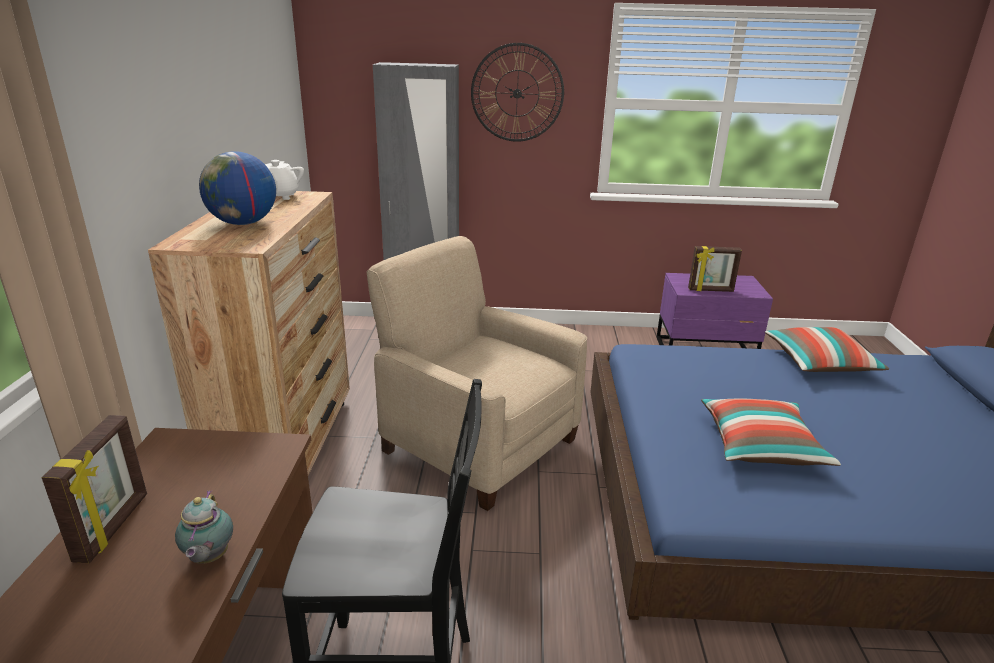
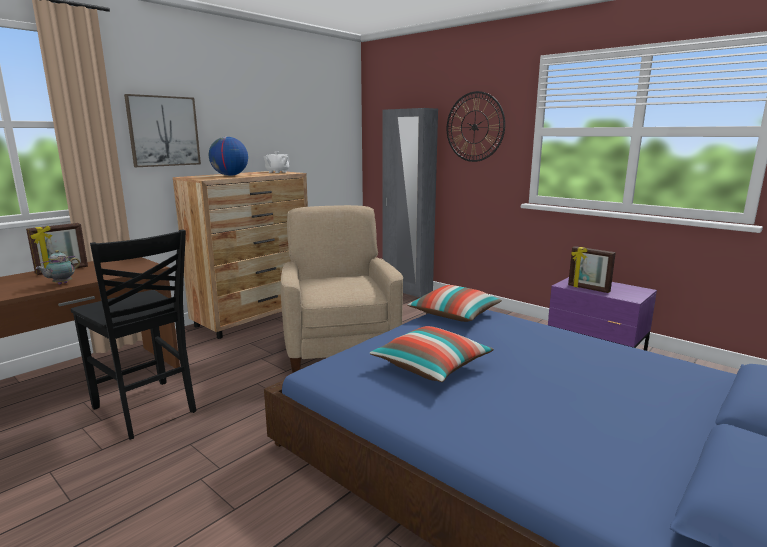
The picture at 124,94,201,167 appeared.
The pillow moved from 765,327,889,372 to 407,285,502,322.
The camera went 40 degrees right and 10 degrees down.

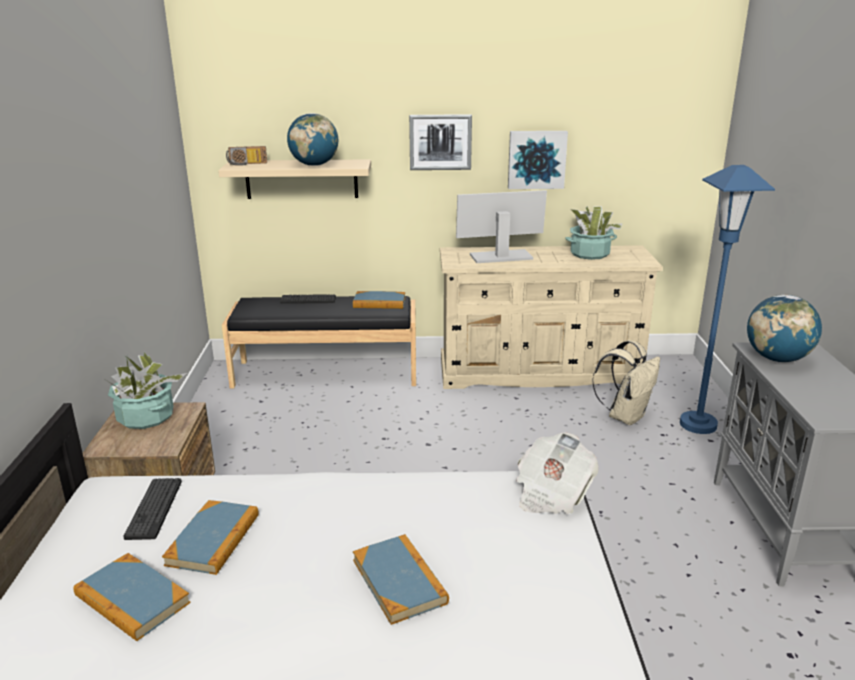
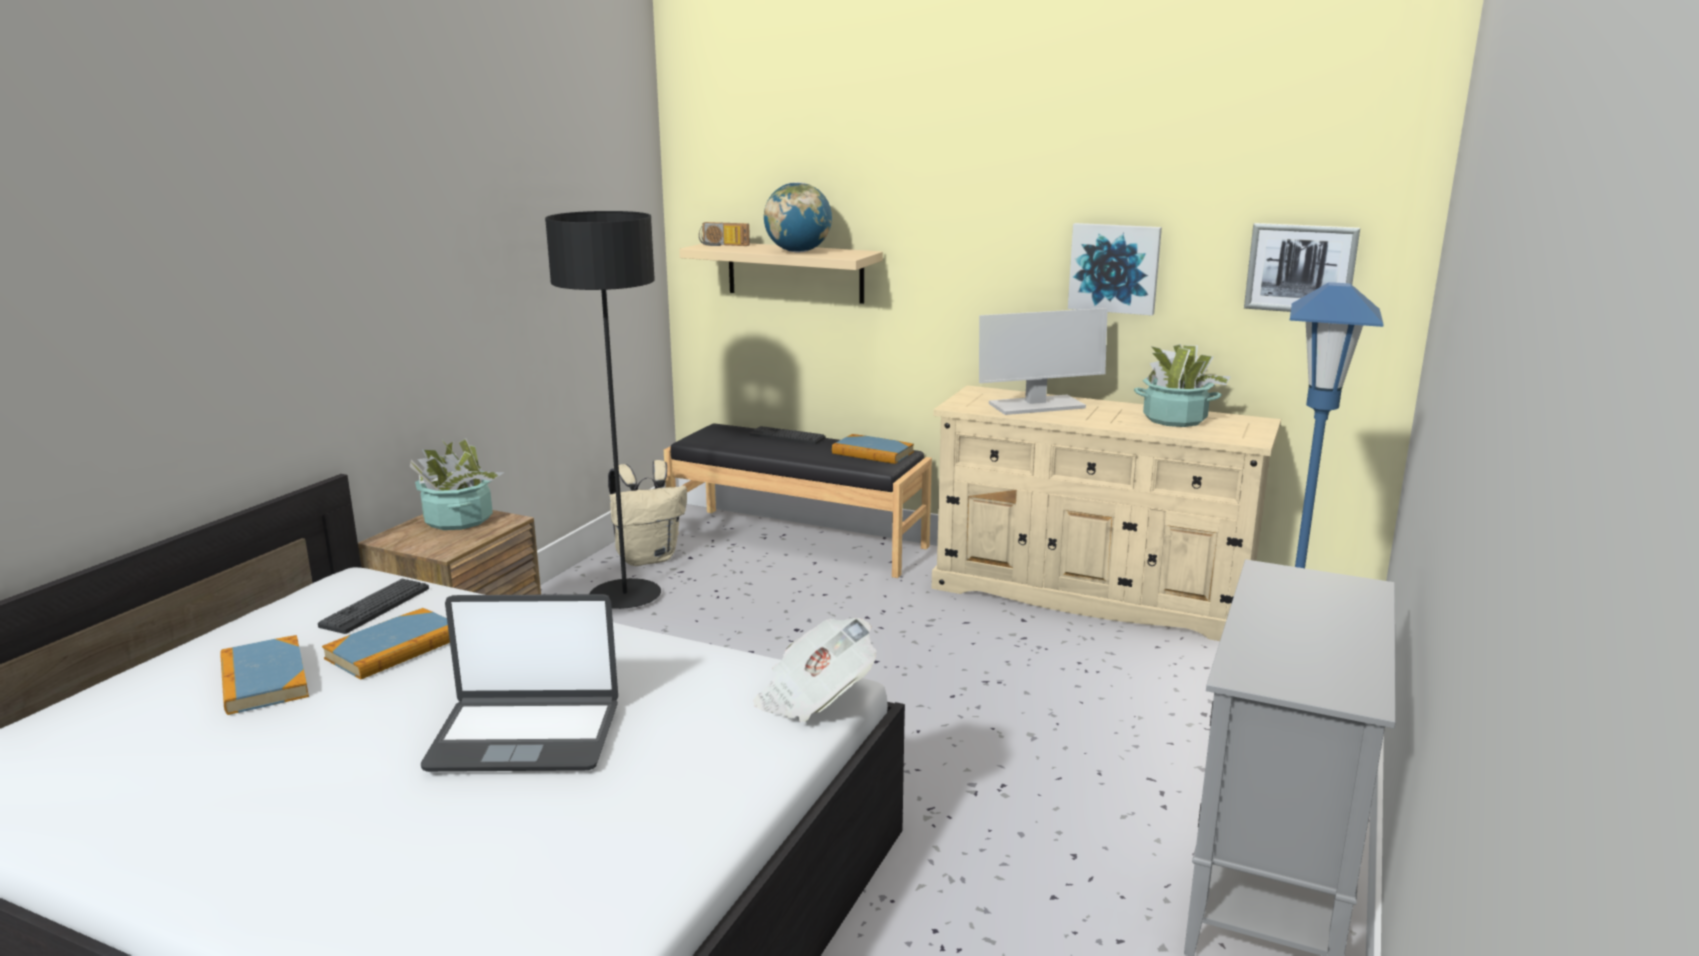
The globe at 747,295,822,362 disappeared.
The black floor lamp at 545,211,661,609 appeared.
The picture moved from 409,114,472,170 to 1244,223,1360,312.
The beige backpack moved from 592,340,660,425 to 608,460,687,566.
The book at 353,534,449,625 was replaced by the laptop at 421,594,618,772.
The monitor at 456,190,547,263 turned 150 degrees clockwise.
The camera went 25 degrees right and 5 degrees down.

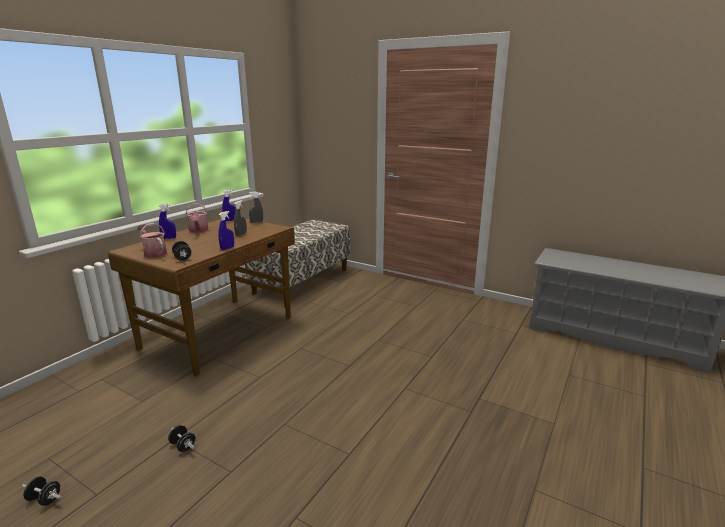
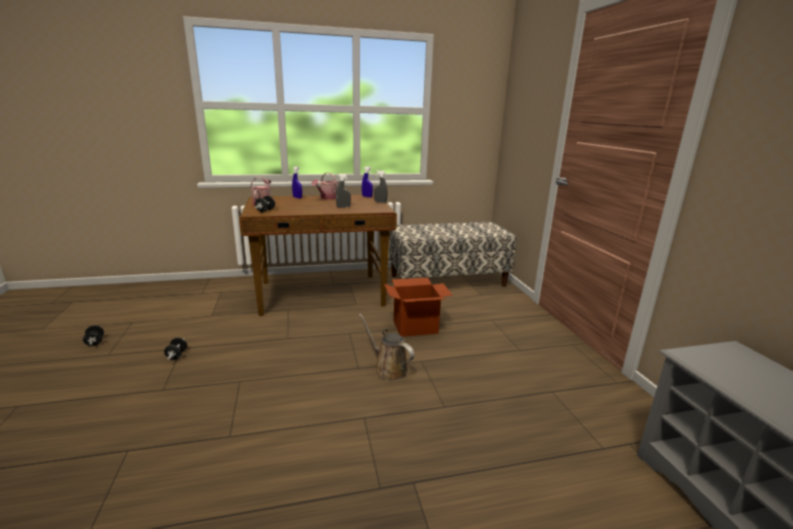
The blue spray bottle at 218,211,234,250 disappeared.
The brown watering can at 359,313,414,381 appeared.
The cardboard box at 384,277,452,337 appeared.
The camera went 45 degrees right and 0 degrees up.

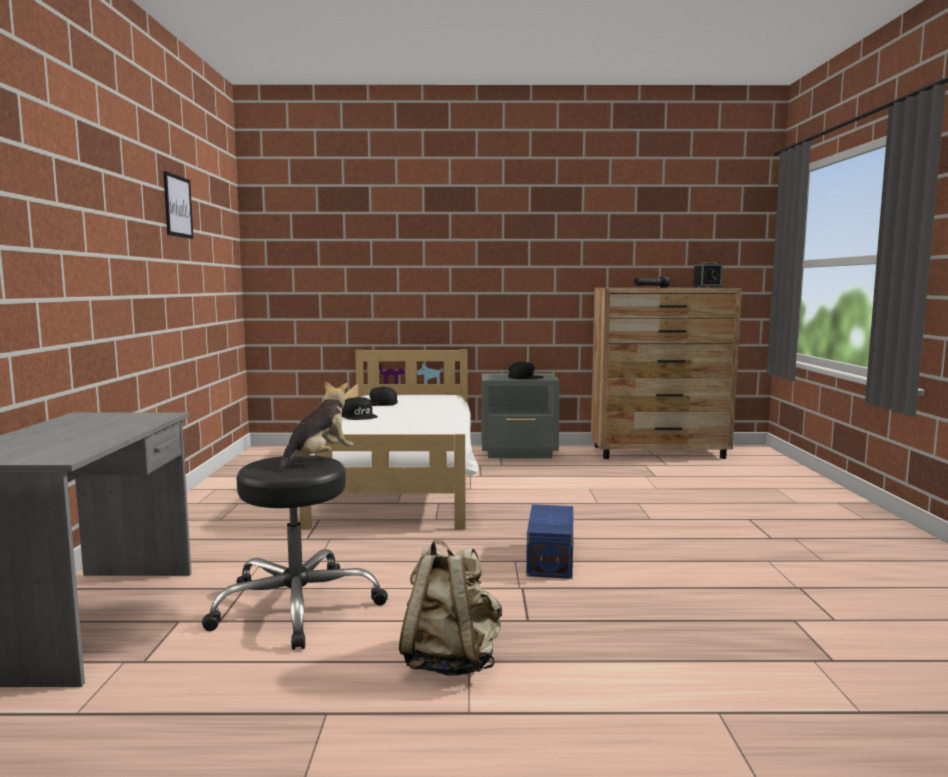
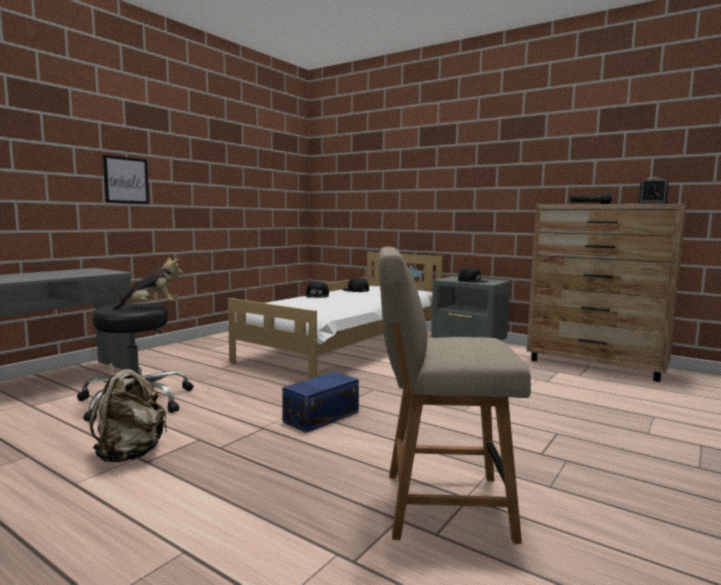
The beige chair at 379,247,531,544 appeared.
The picture moved from 163,171,193,239 to 103,155,149,204.
The camera went 35 degrees right and 0 degrees up.

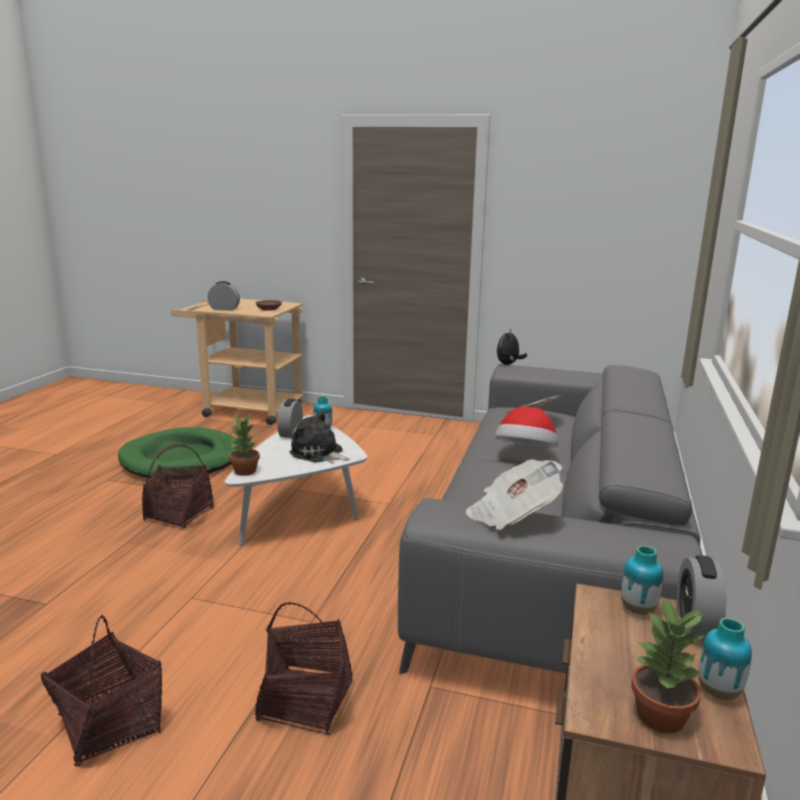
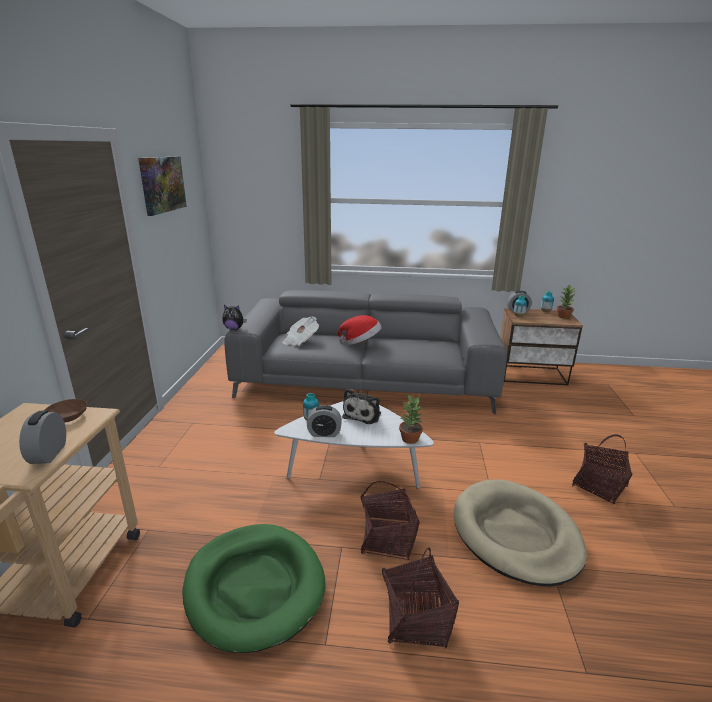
The newspaper at 466,459,563,530 disappeared.
The picture at 138,156,187,216 appeared.
The beige dog bed at 453,480,587,586 appeared.
The basket moved from 255,602,353,735 to 382,547,459,648.
The camera went 100 degrees left and 5 degrees up.

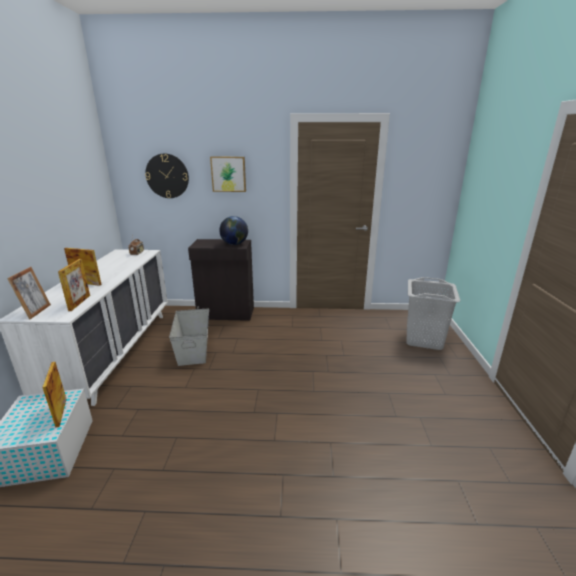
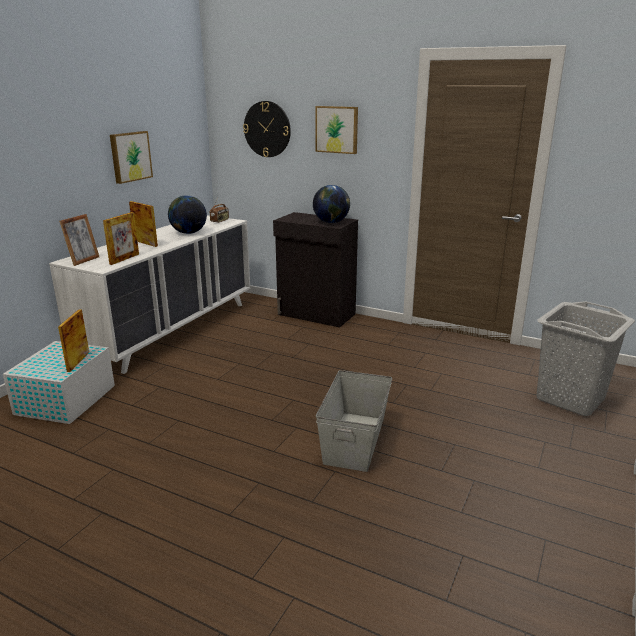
The picture at 110,131,153,184 appeared.
The globe at 168,195,207,234 appeared.
The grey storage box moved from 169,308,209,366 to 316,370,392,472.
The camera went 25 degrees right and 0 degrees up.

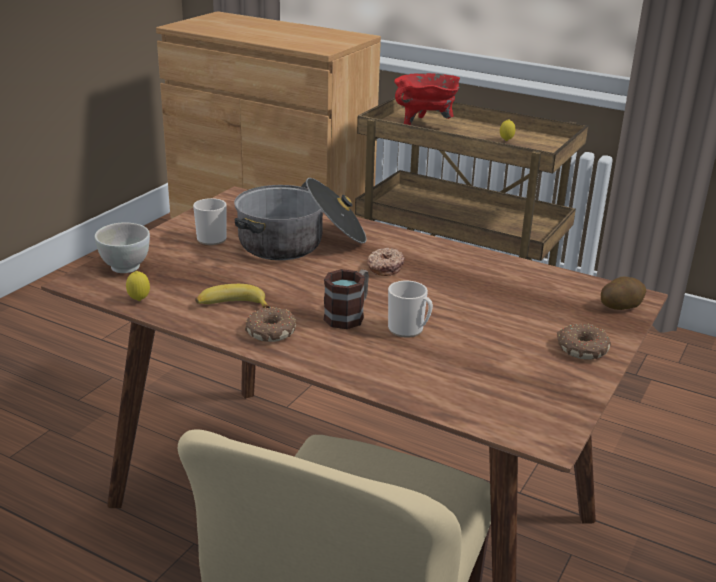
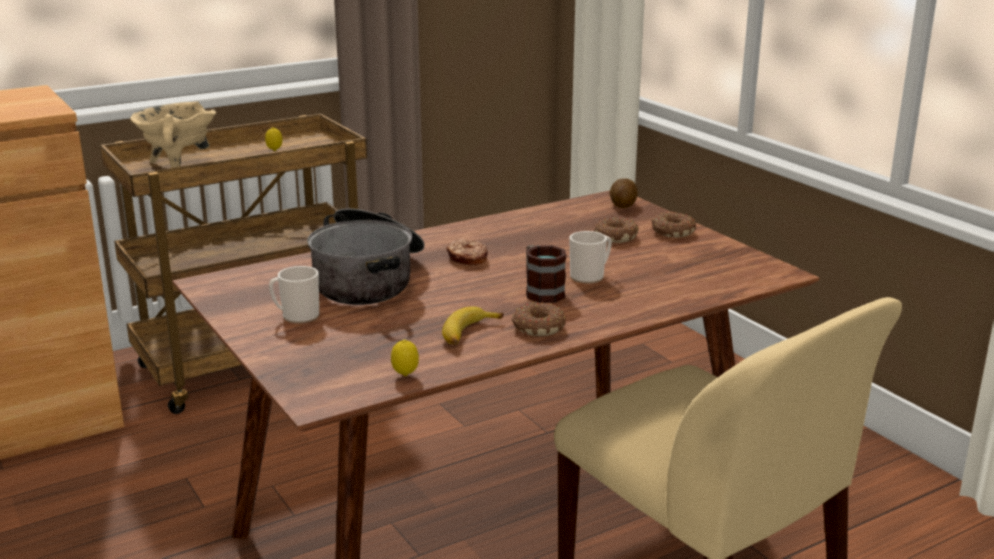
The white bowl at 95,222,150,273 disappeared.
The donut at 594,218,639,243 appeared.
The red cooking pot at 394,73,460,125 became the beige cooking pot at 130,102,216,168.
The camera went 60 degrees left and 5 degrees down.

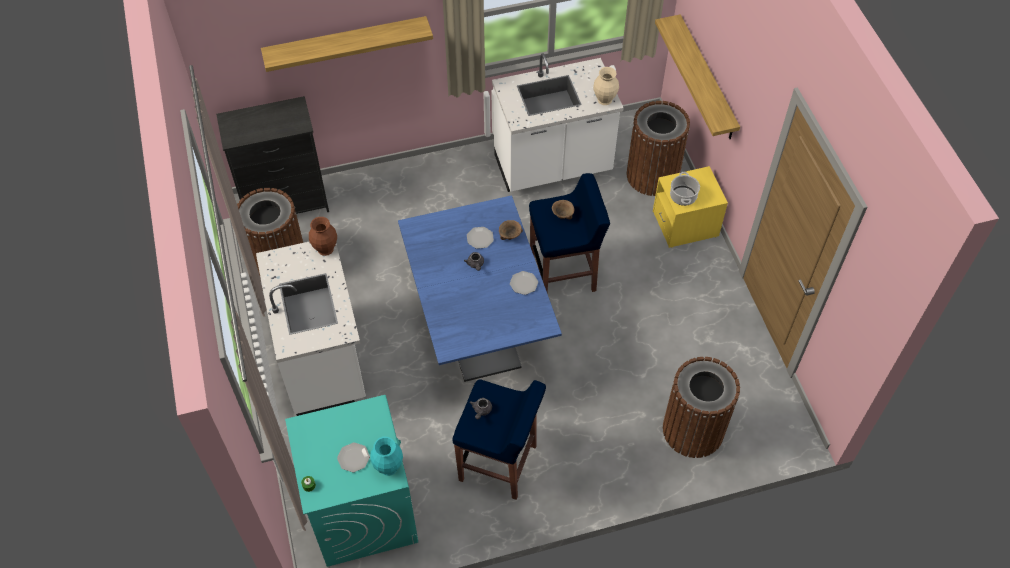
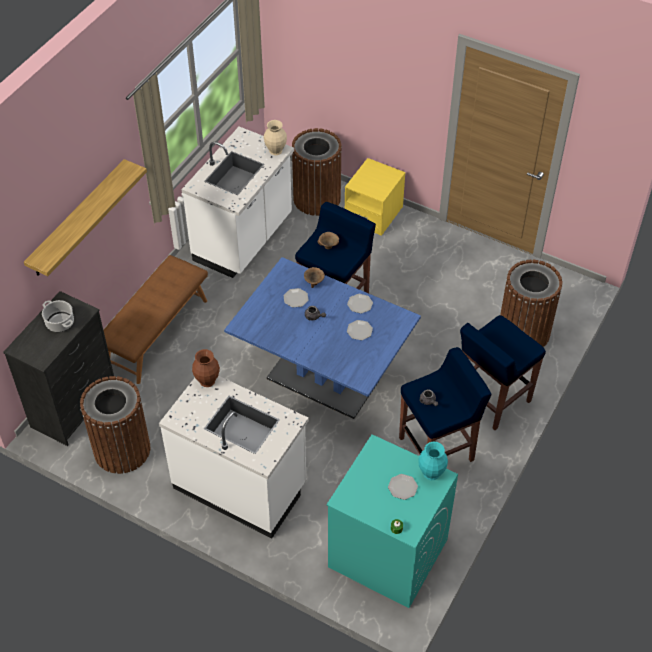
The shelf at 655,14,740,139 disappeared.
The brown bench at 103,255,208,384 appeared.
The plate at 347,320,373,340 appeared.
The blue stool at 460,315,546,430 appeared.
The cooking pot moved from 670,172,700,206 to 42,300,74,332.
The camera went 45 degrees left and 5 degrees down.

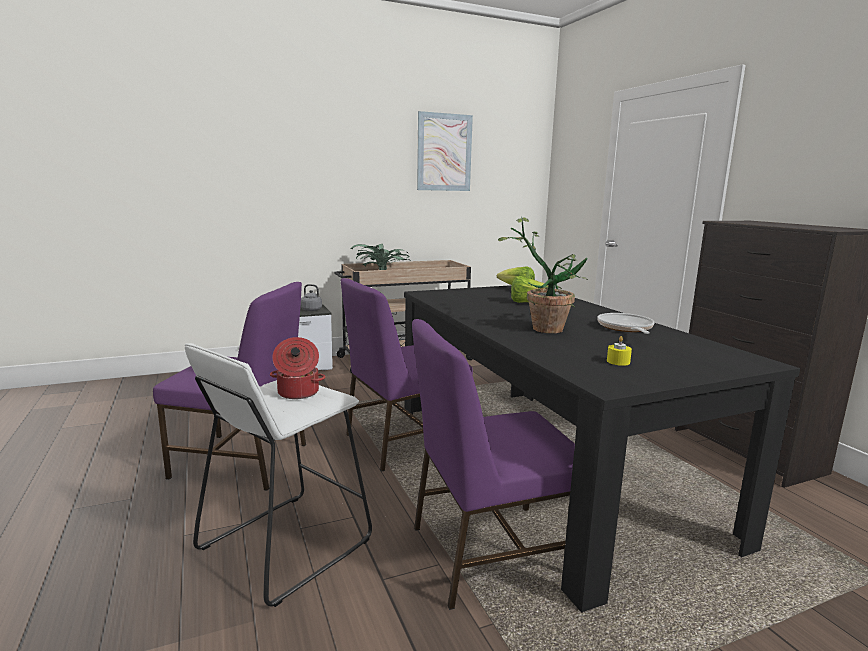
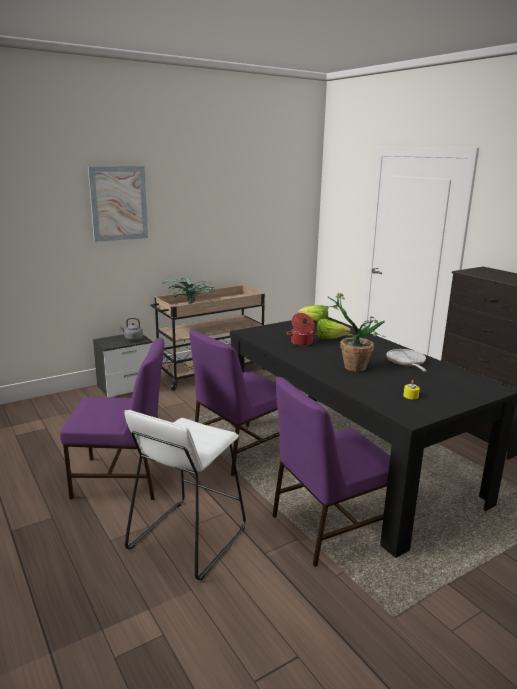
The cooking pot moved from 270,337,325,399 to 287,313,318,346.
The picture moved from 417,111,473,191 to 88,166,148,242.
The camera went 10 degrees left and 5 degrees up.

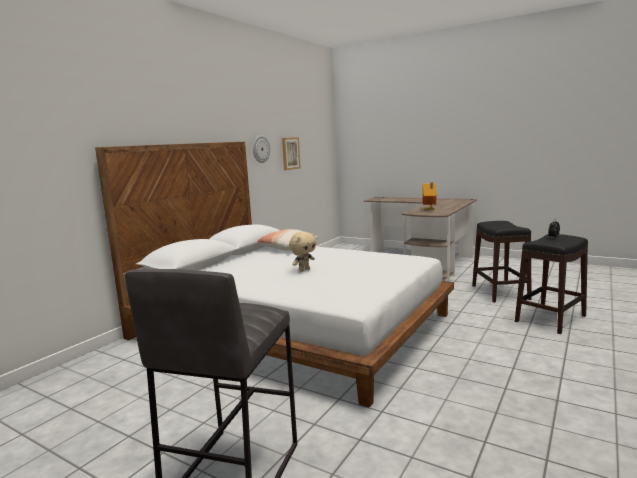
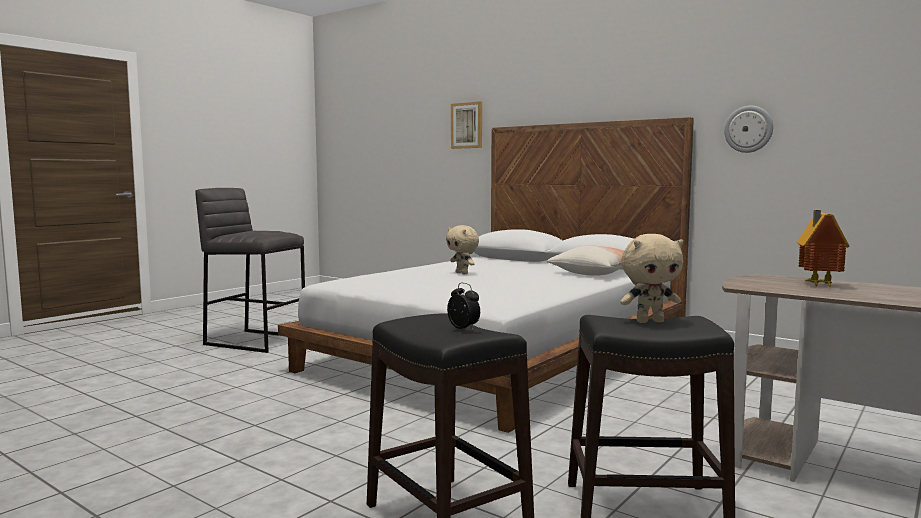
The beige plush toy at 620,234,683,323 appeared.
The picture moved from 282,137,301,170 to 451,101,482,149.
The camera went 95 degrees right and 5 degrees down.

